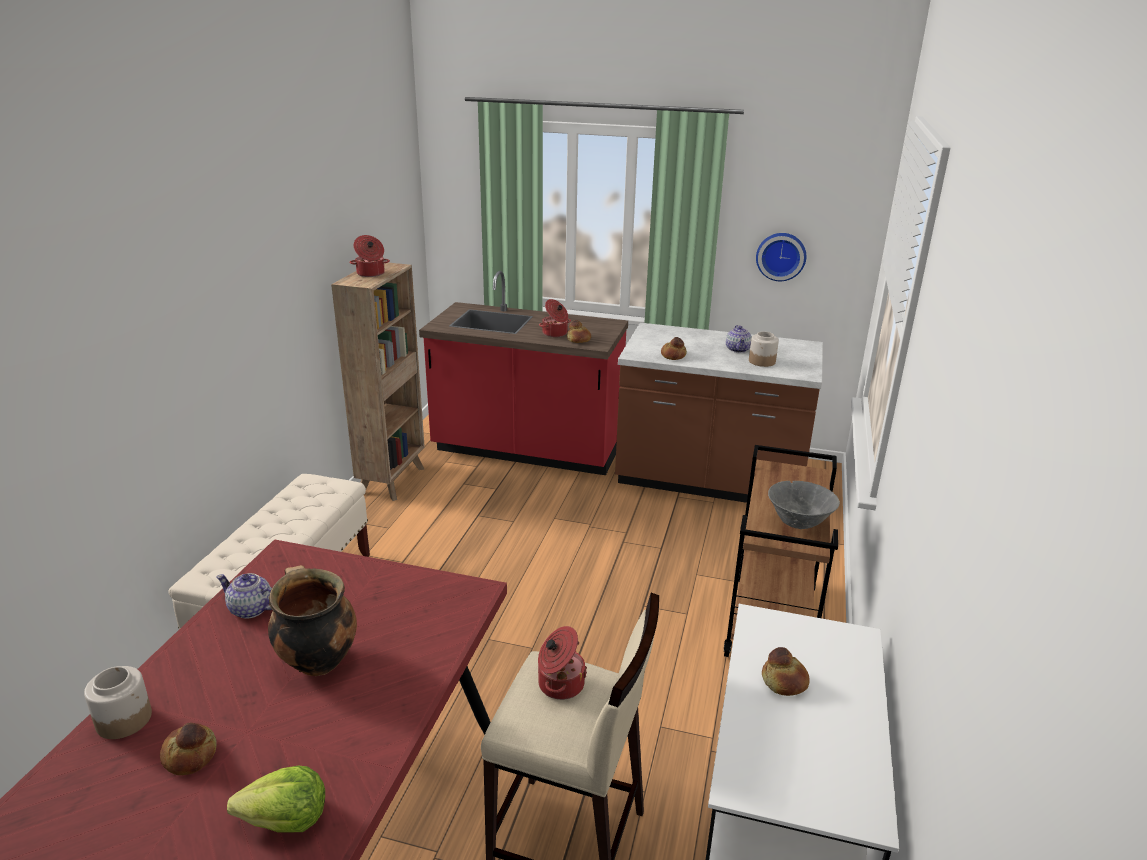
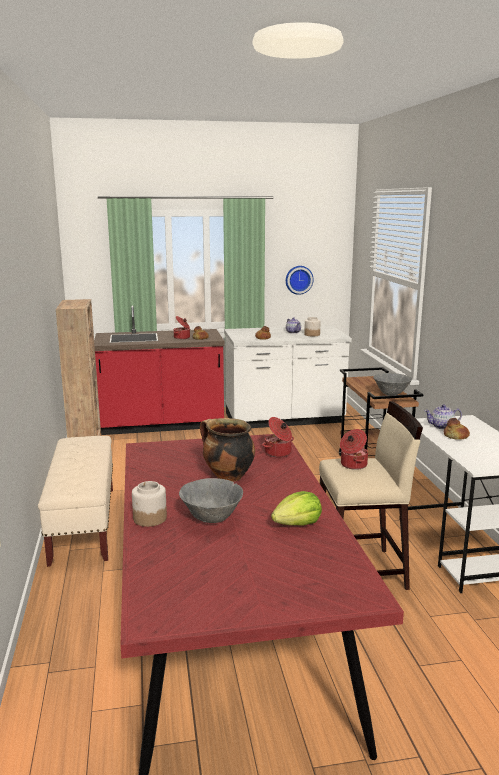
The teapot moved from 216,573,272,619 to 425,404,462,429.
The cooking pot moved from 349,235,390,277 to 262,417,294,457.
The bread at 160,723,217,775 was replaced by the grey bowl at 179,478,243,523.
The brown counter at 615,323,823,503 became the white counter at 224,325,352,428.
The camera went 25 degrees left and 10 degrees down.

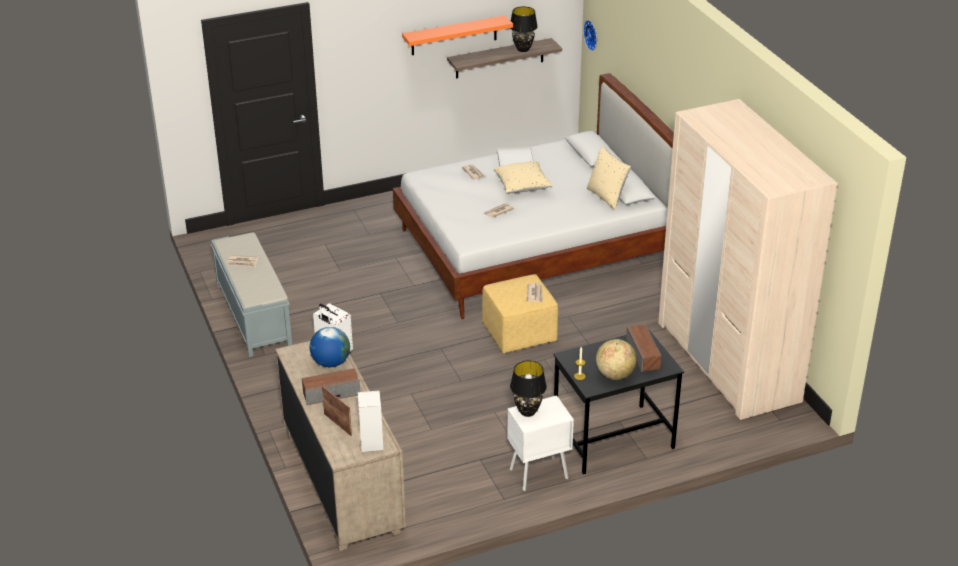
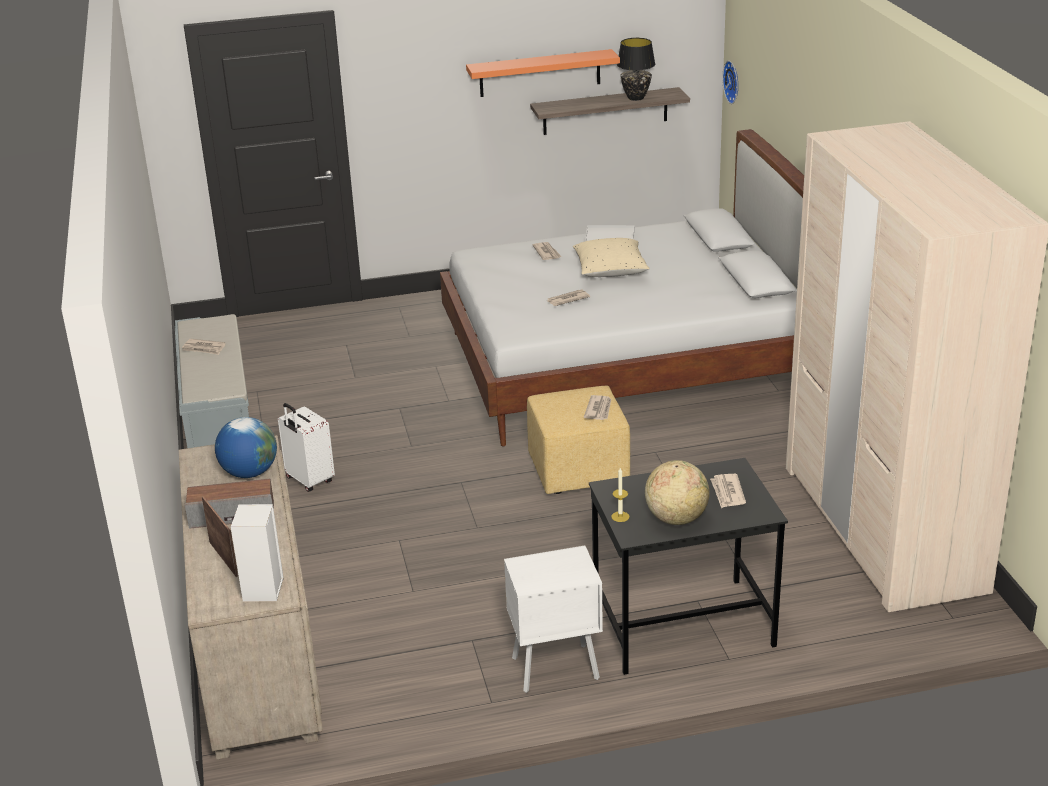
The black table lamp at 510,361,547,417 disappeared.
The beige pillow at 587,146,631,210 disappeared.
The speaker at 626,324,661,372 was replaced by the newspaper at 710,474,746,508.
The camera went 10 degrees right and 5 degrees down.

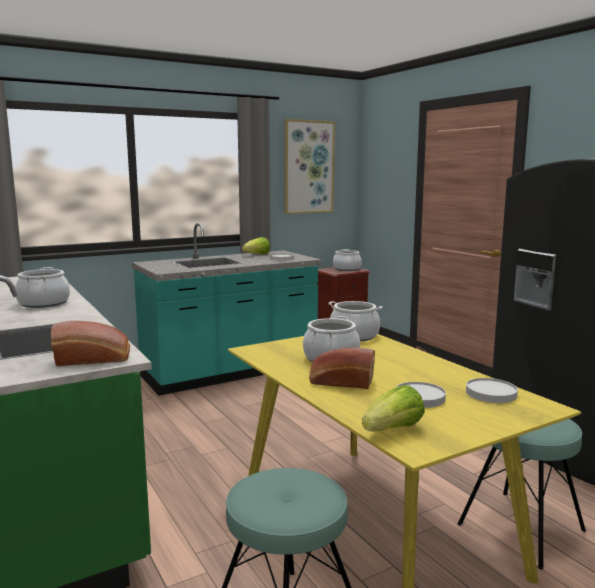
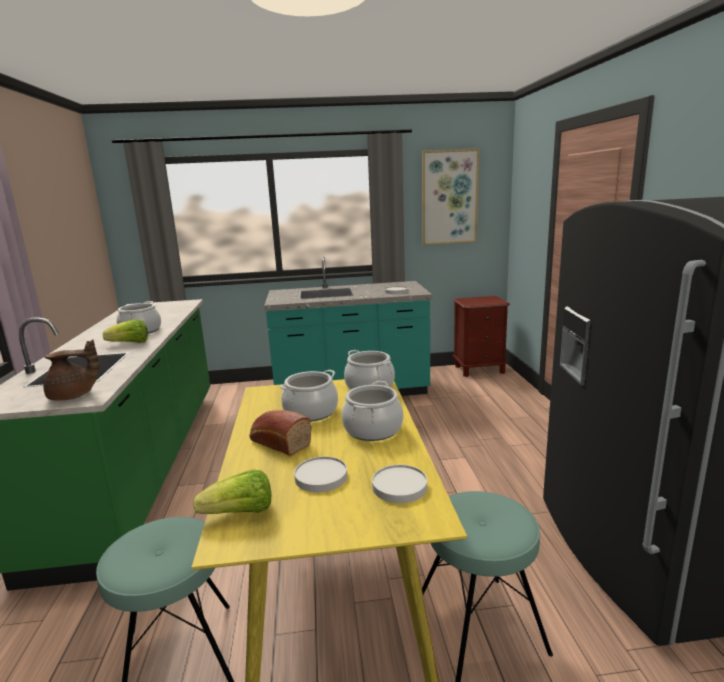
The lettuce moved from 242,237,270,255 to 103,319,148,343.
The cooking pot moved from 333,249,362,271 to 342,381,403,441.
The bread at 51,321,130,366 was replaced by the brown teapot at 43,339,99,400.
The camera went 25 degrees right and 5 degrees up.

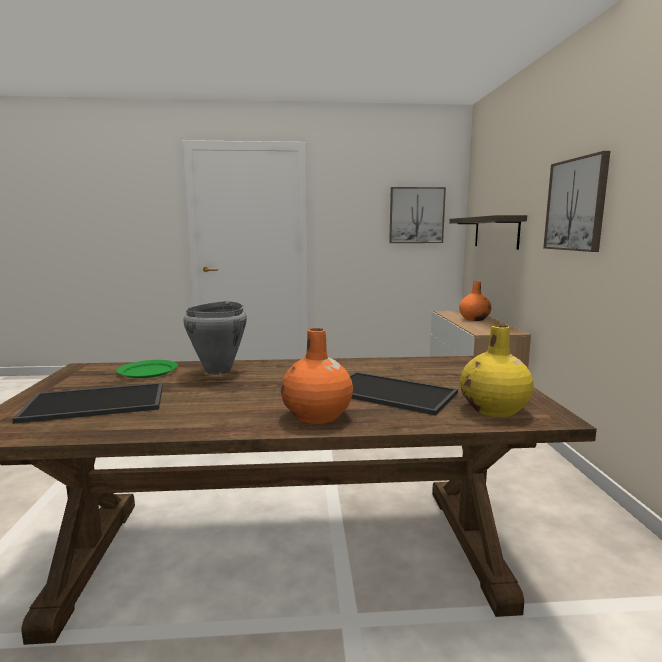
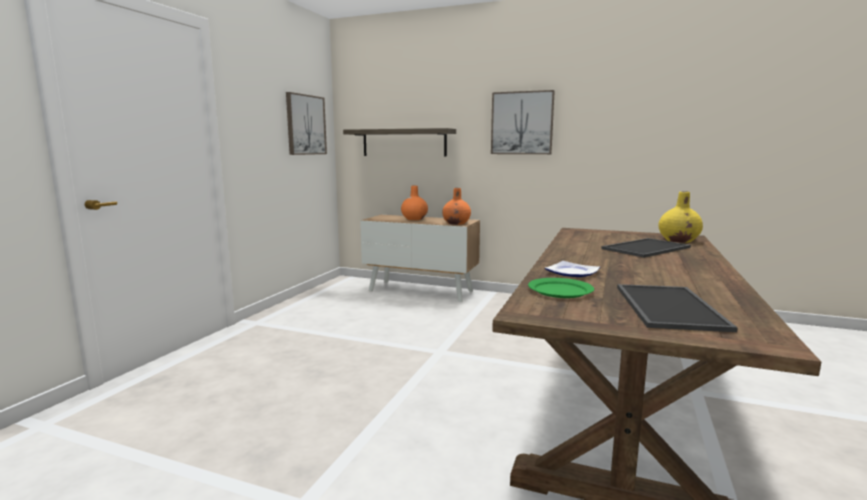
The orange vase moved from 281,328,353,424 to 443,188,471,225.
The grey cooking pot at 183,301,247,375 was replaced by the plate at 545,261,600,277.
The camera went 65 degrees left and 0 degrees up.

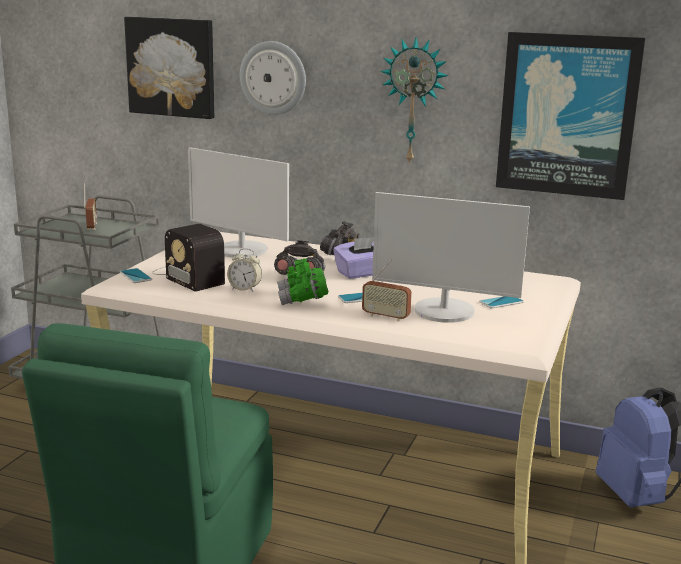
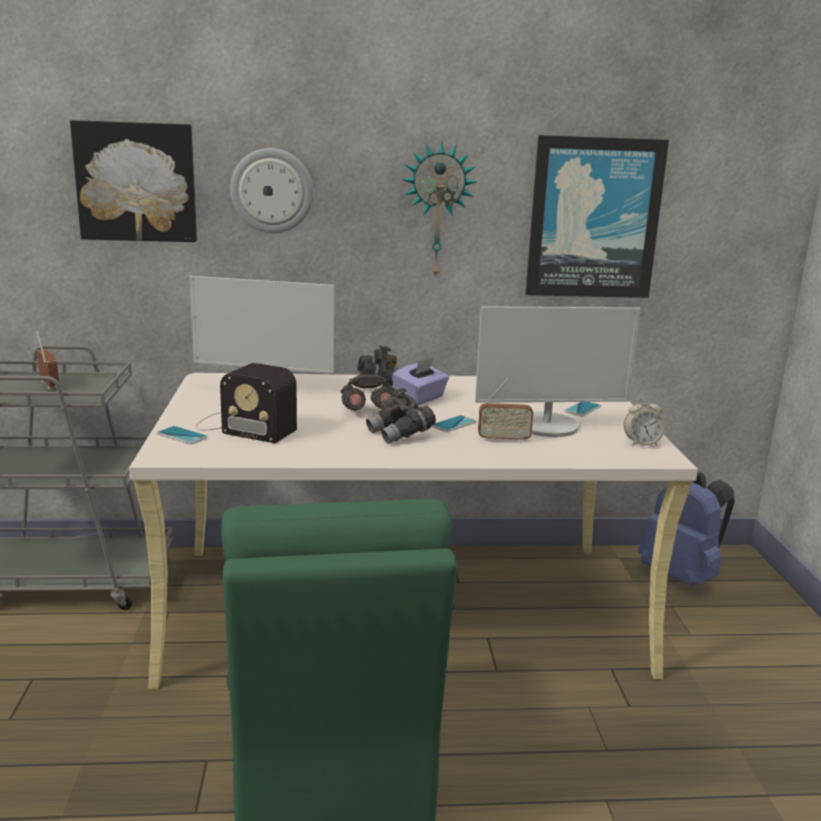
The alarm clock moved from 227,248,262,292 to 624,397,665,446.
The green binoculars at 277,259,329,305 became the grey binoculars at 366,388,436,444.
The camera went 25 degrees left and 0 degrees up.

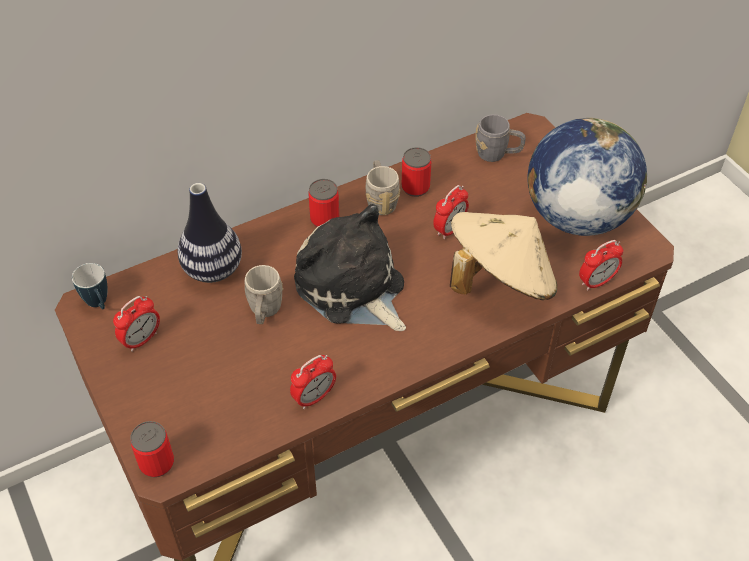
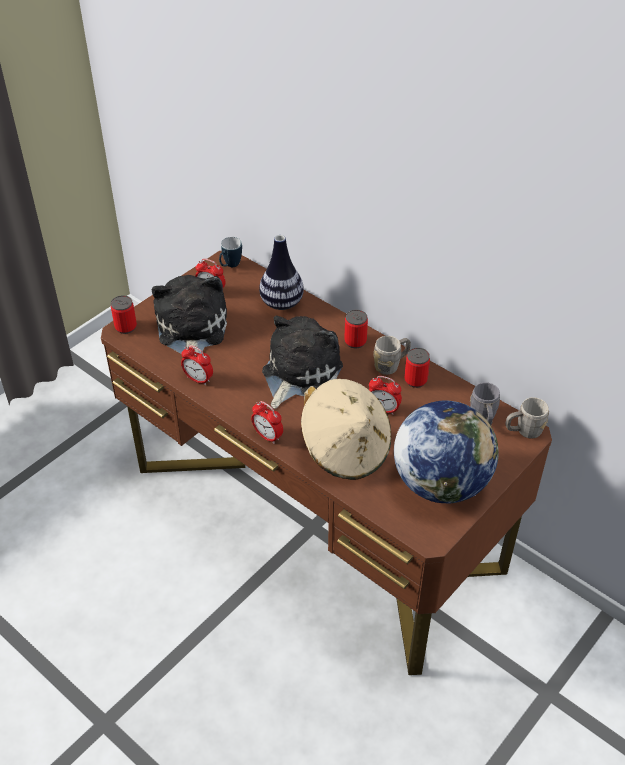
The plush toy at 152,275,227,354 appeared.
The grey mug moved from 245,265,283,324 to 505,397,549,439.
The alarm clock moved from 579,240,624,291 to 251,401,283,444.
The camera went 70 degrees right and 5 degrees down.

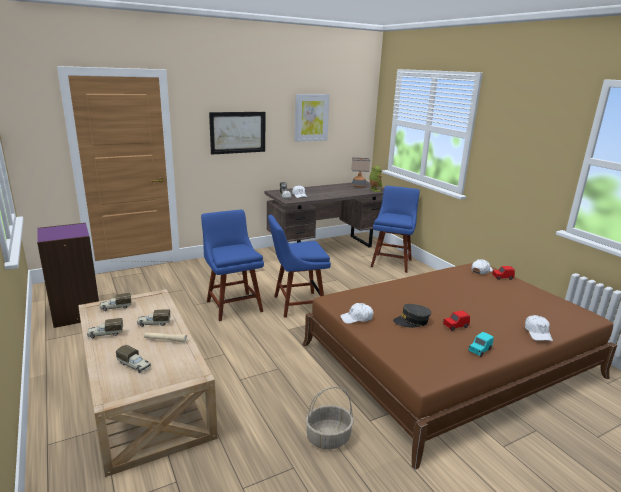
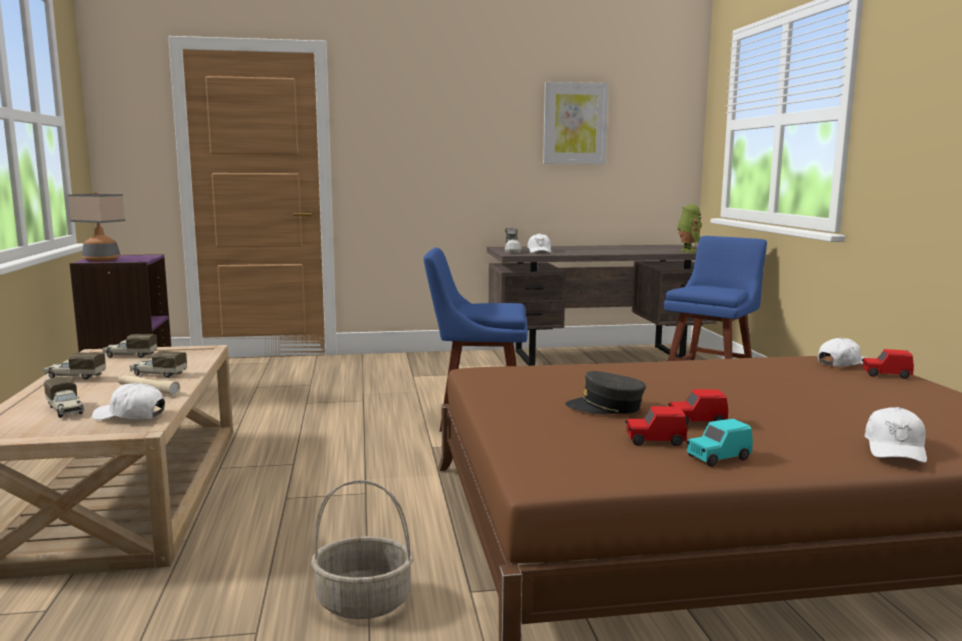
The blue chair at 201,210,264,321 disappeared.
The picture at 209,112,265,154 disappeared.
The red toy car at 626,406,687,446 appeared.
The white cap moved from 340,303,373,324 to 92,383,165,420.
The table lamp moved from 351,158,370,187 to 68,193,125,262.
The camera went 20 degrees right and 10 degrees down.

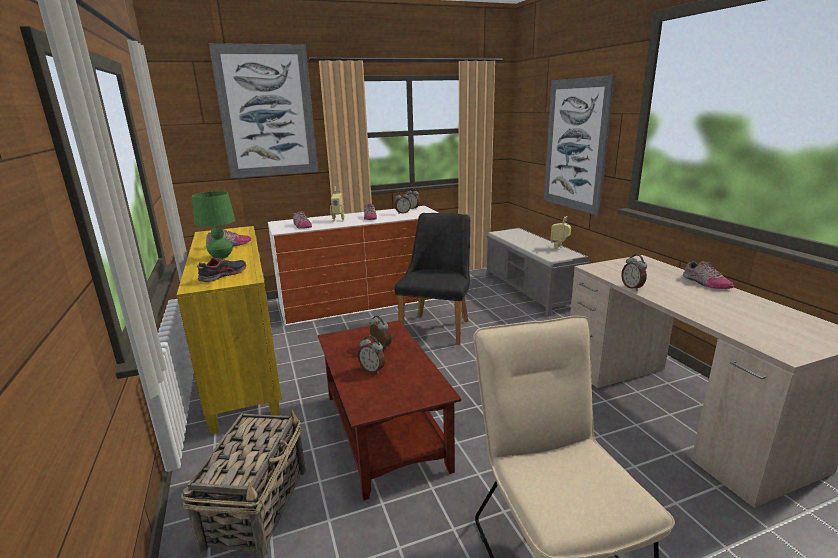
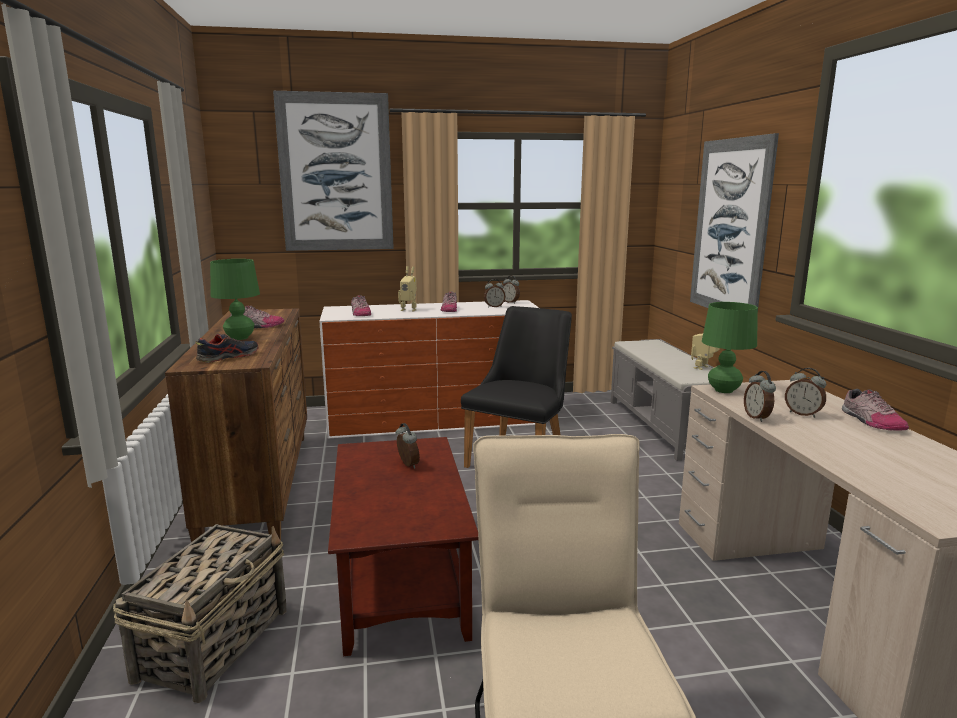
The green table lamp at 702,302,758,393 appeared.
The alarm clock moved from 358,336,385,374 to 785,368,826,418.
The yellow dresser at 177,226,282,434 became the brown dresser at 165,308,307,542.
The camera went 10 degrees right and 5 degrees down.

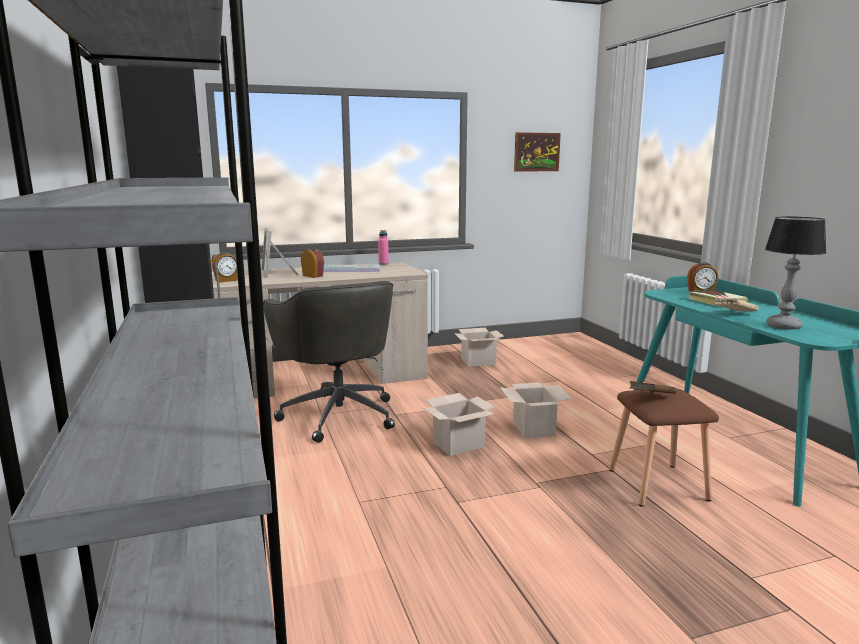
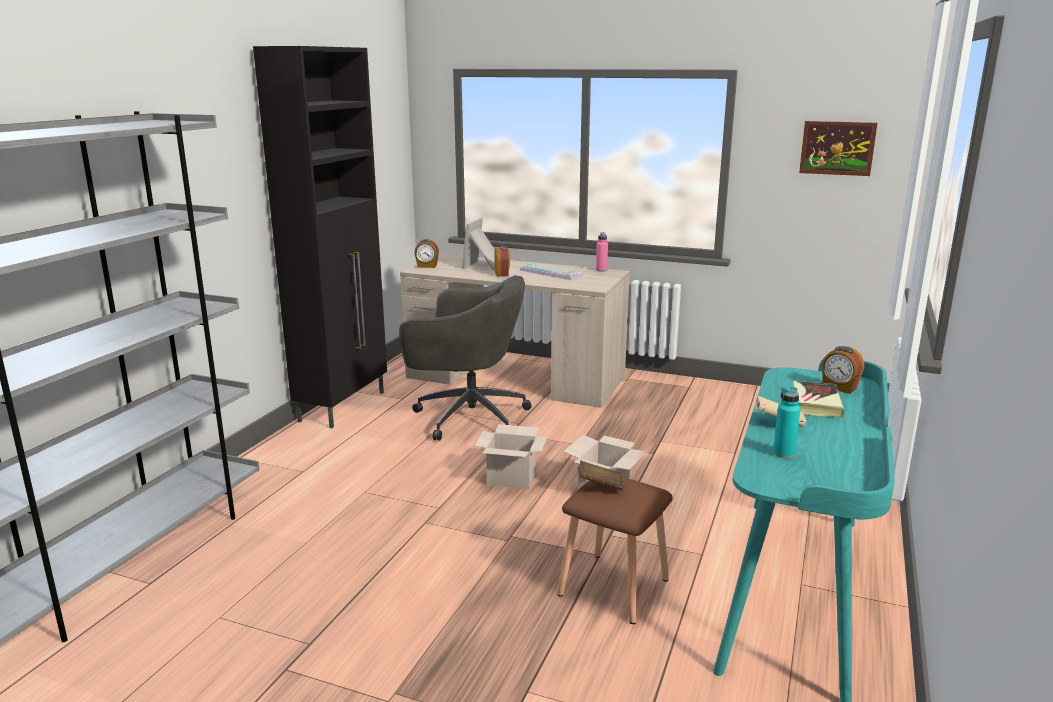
The cardboard box at 454,328,504,367 disappeared.
The table lamp at 765,217,826,330 was replaced by the turquoise bottle at 773,387,801,458.
The grey office chair at 263,281,395,443 turned 90 degrees counterclockwise.
The camera went 40 degrees right and 5 degrees up.

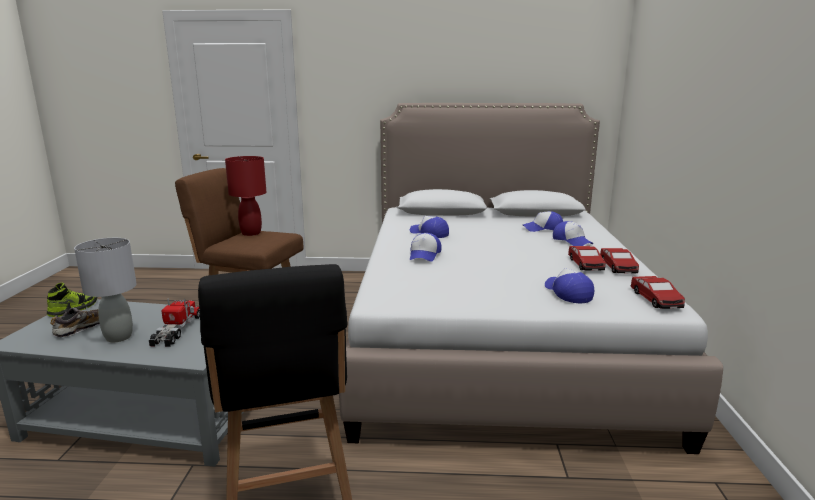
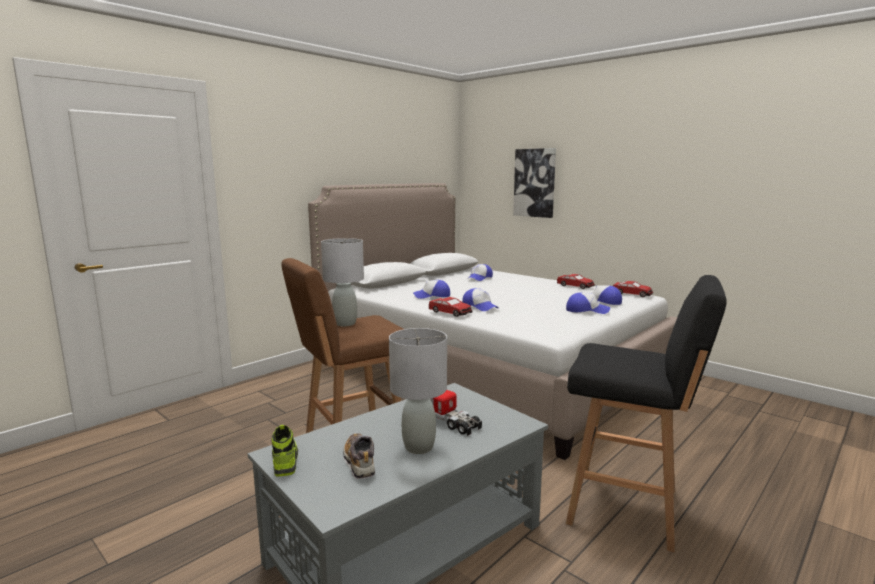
The picture at 513,148,556,218 appeared.
The cap moved from 553,221,593,246 to 566,293,610,314.
The toy car moved from 568,246,606,270 to 429,297,472,317.
The red table lamp at 225,156,266,236 became the grey table lamp at 321,238,364,326.
The camera went 50 degrees left and 5 degrees down.

